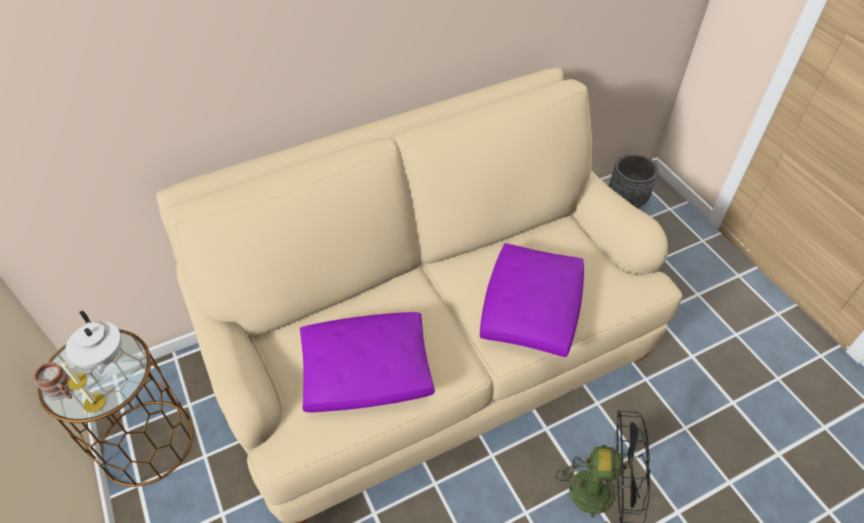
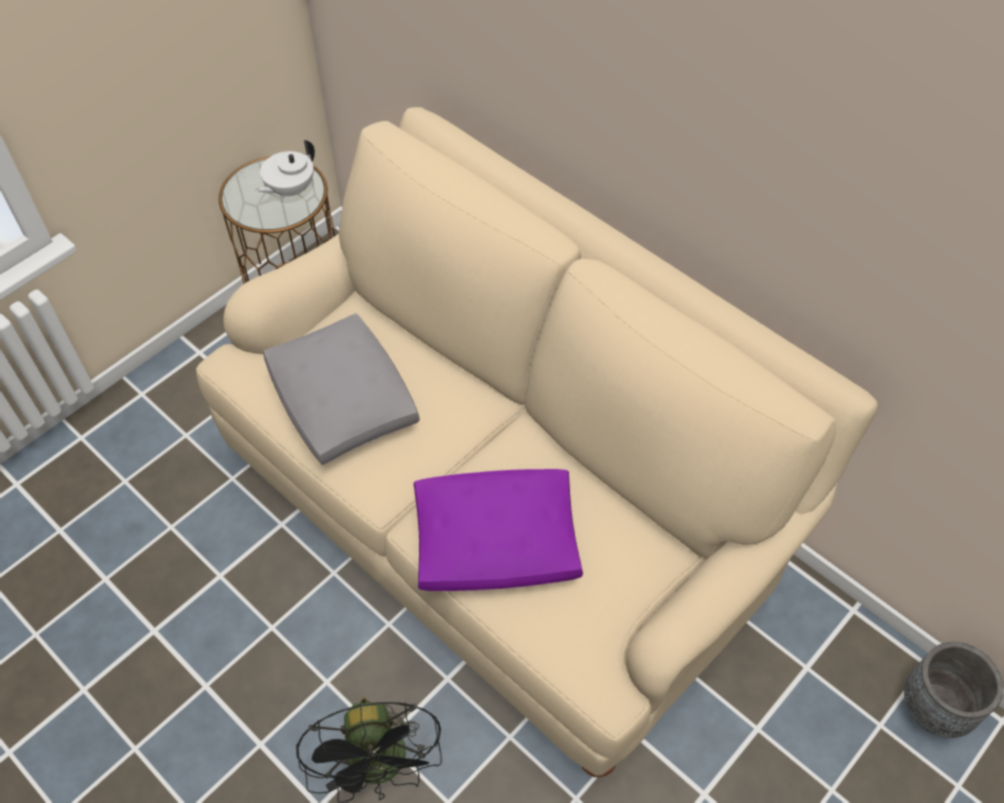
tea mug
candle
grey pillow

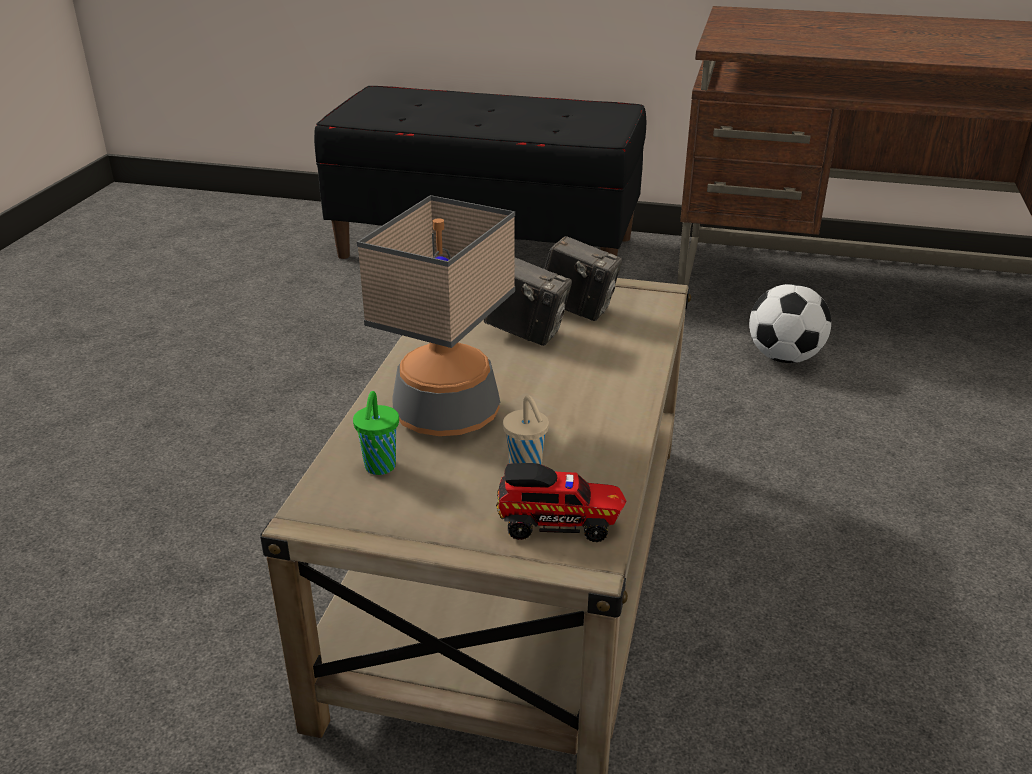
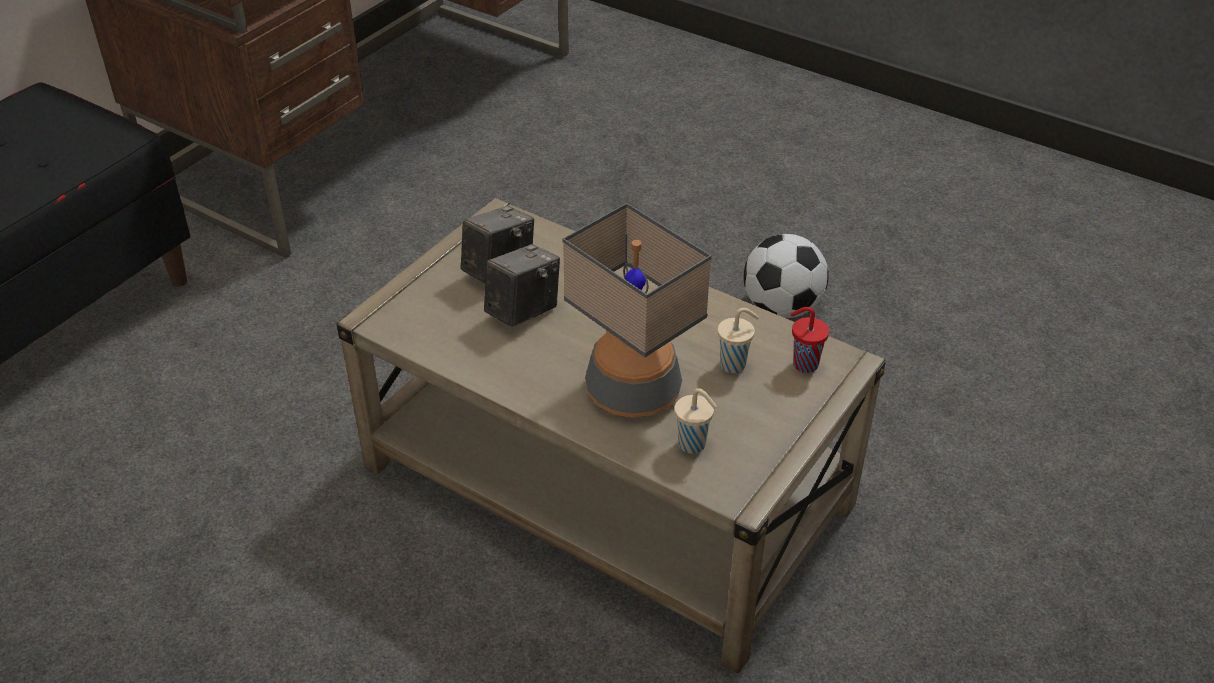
football
red cup
beige-coloured cup (no. 1 from left)

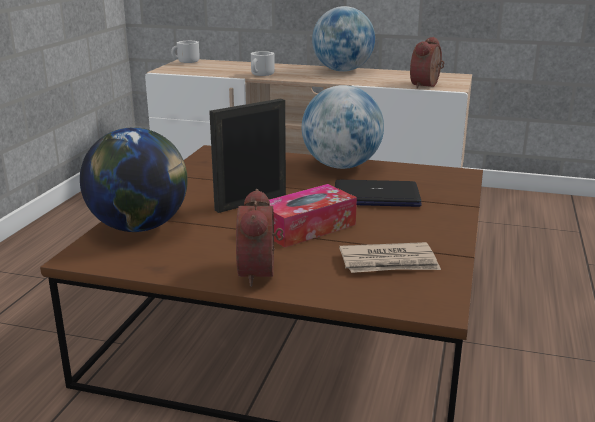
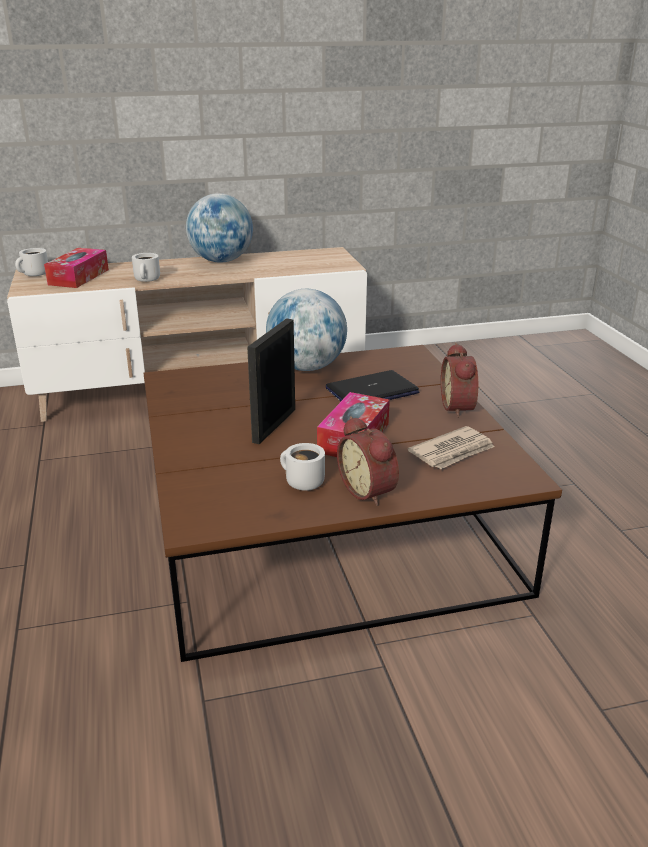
desk globe (no. 1 from left in the first image)
box of tissues (no. 1 from left)
white-coloured tea mug (no. 3 from left)
alarm clock (no. 2 from left)

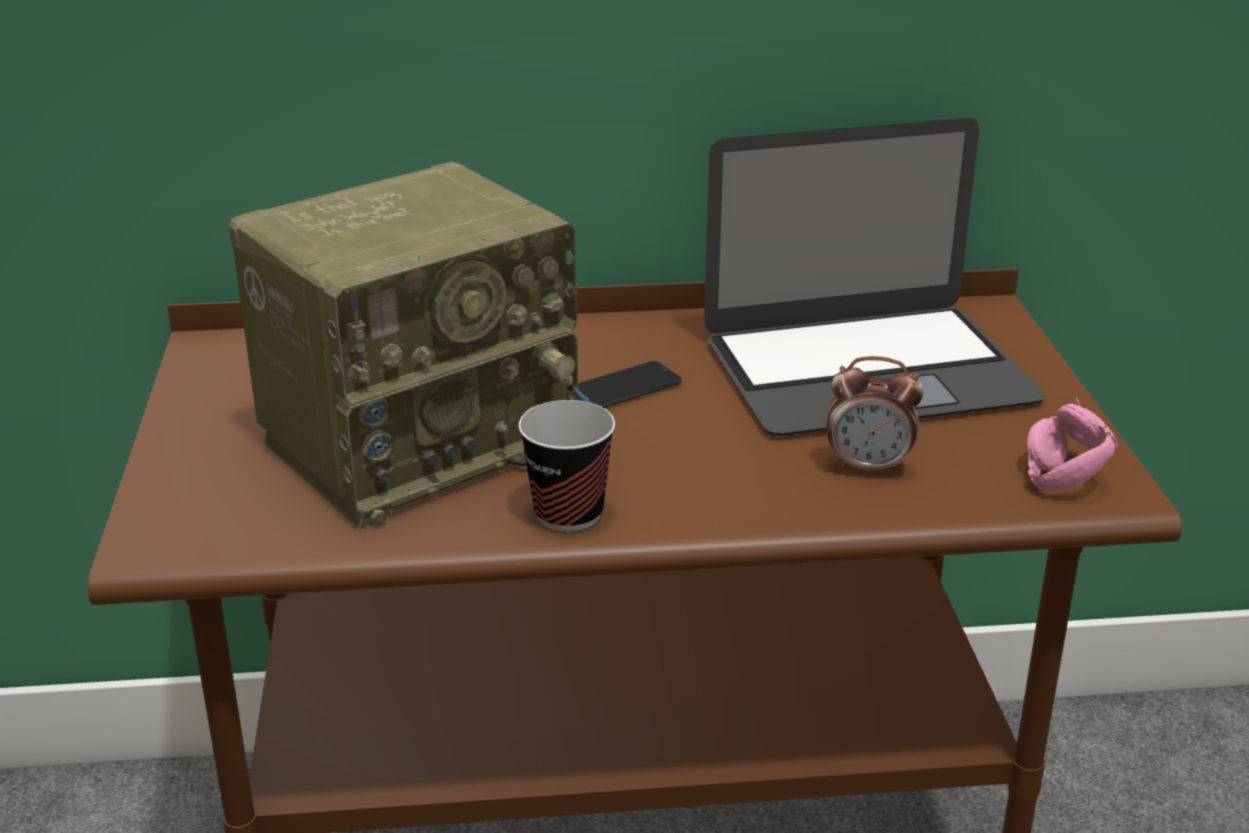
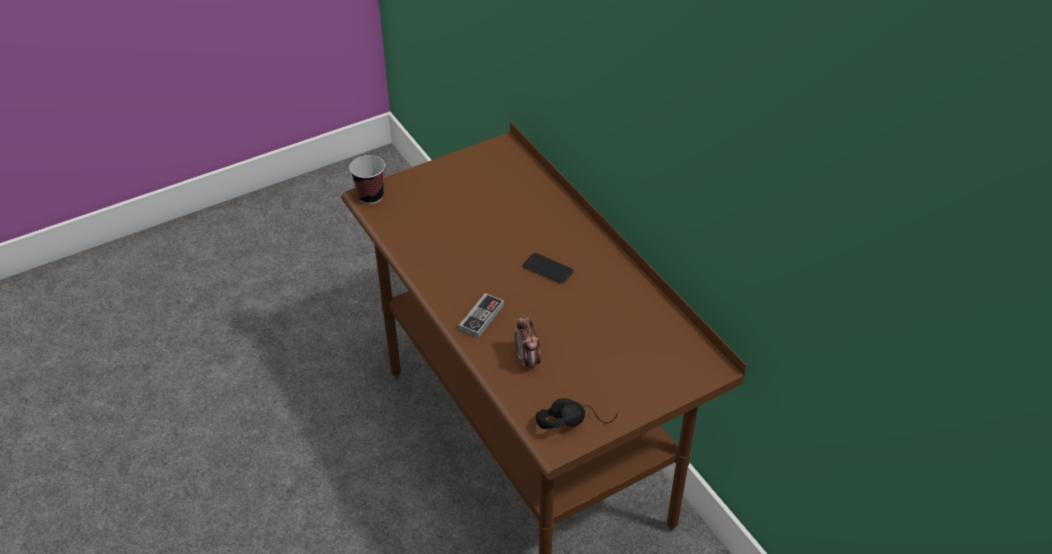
radio
portable computer
gamepad
cup
black-coloured headphones

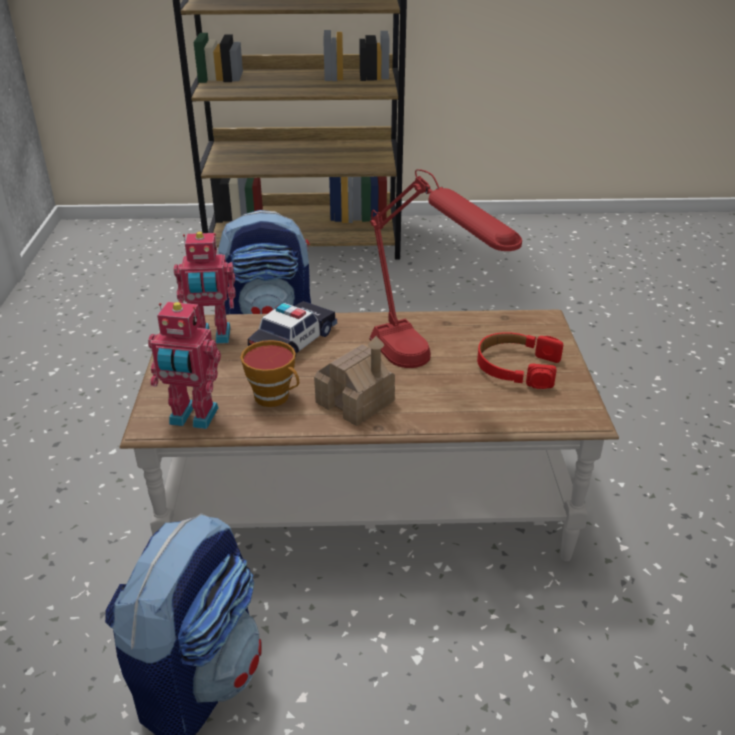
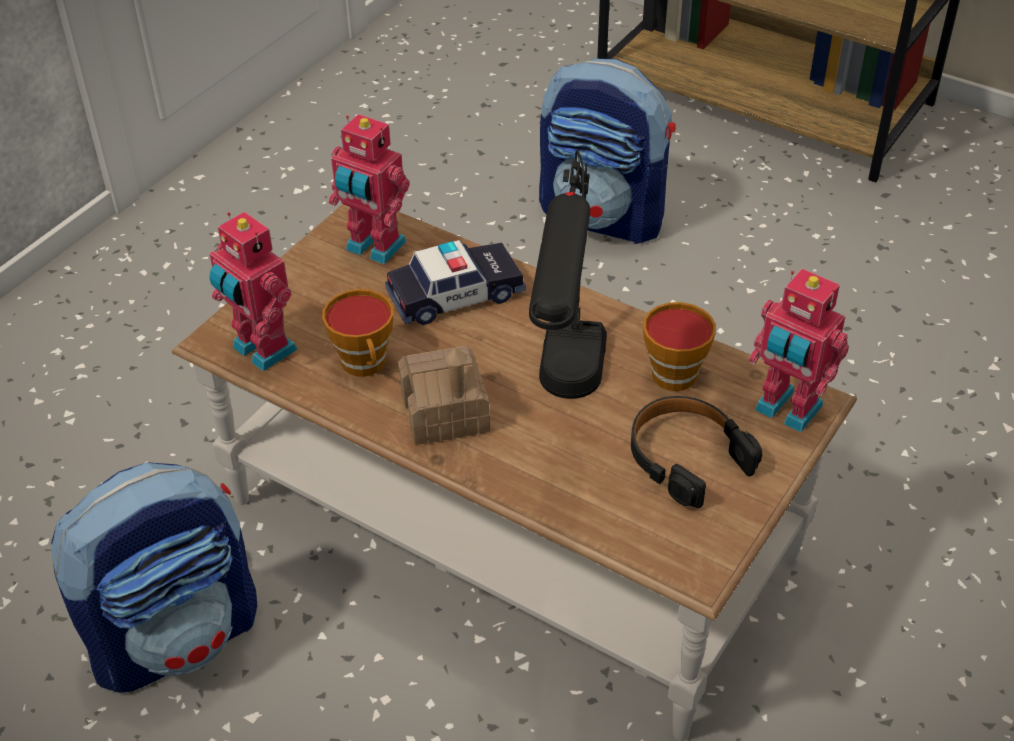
cup (no. 2 from left)
toy robot (no. 3 from left)
black-coloured tabletop lamp
black-coloured headphones

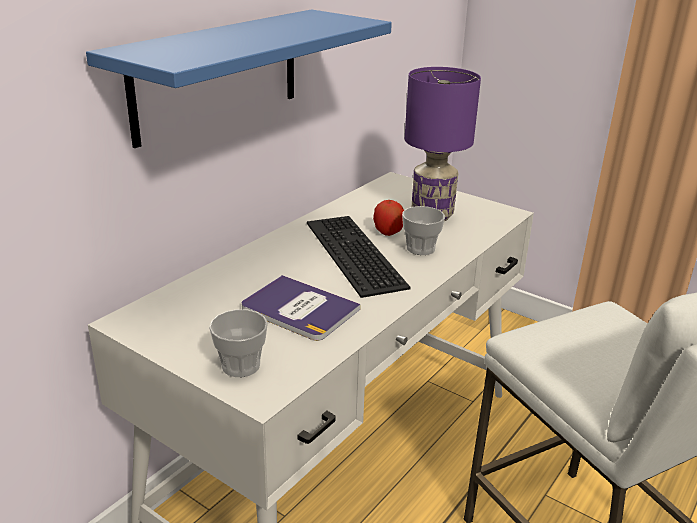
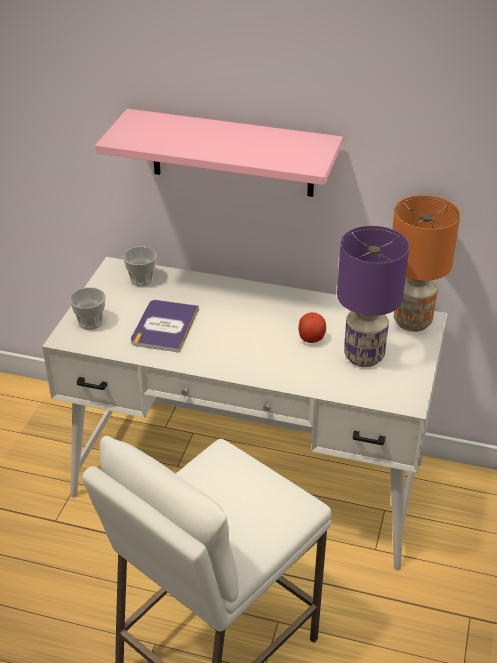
keyboard
orange tabletop lamp
cup (no. 2 from left)
pinkish wall shelf

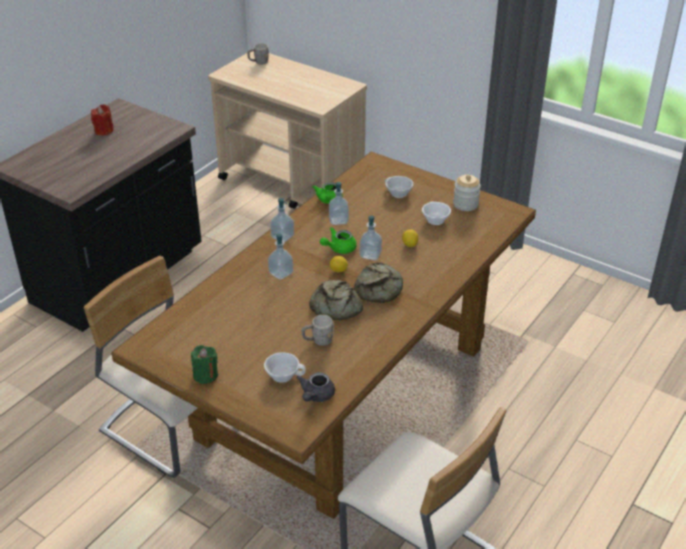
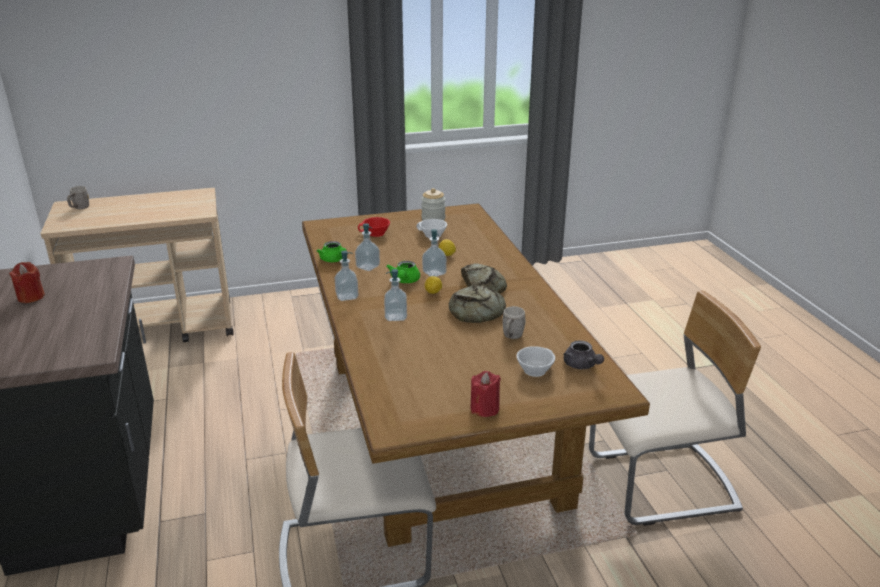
red candle (no. 2 from left)
red cup

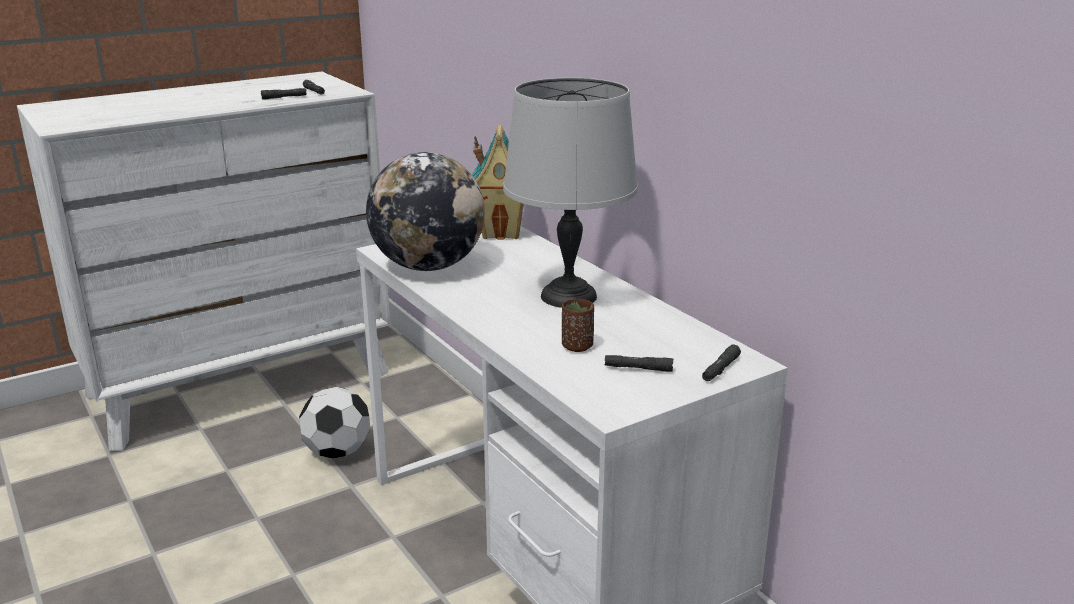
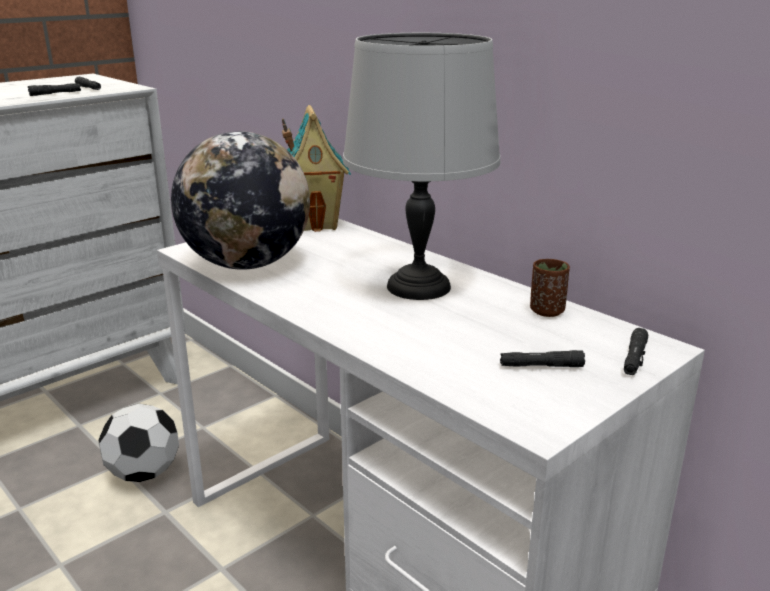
brown-coloured cup

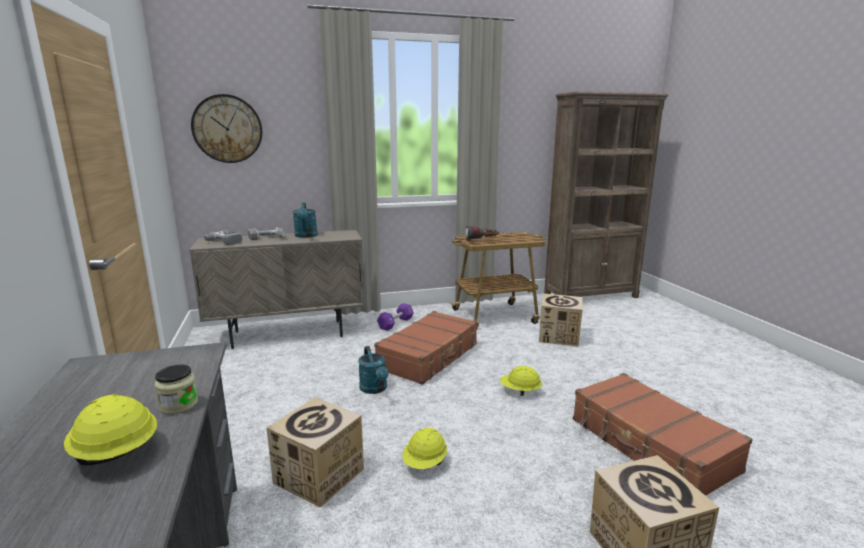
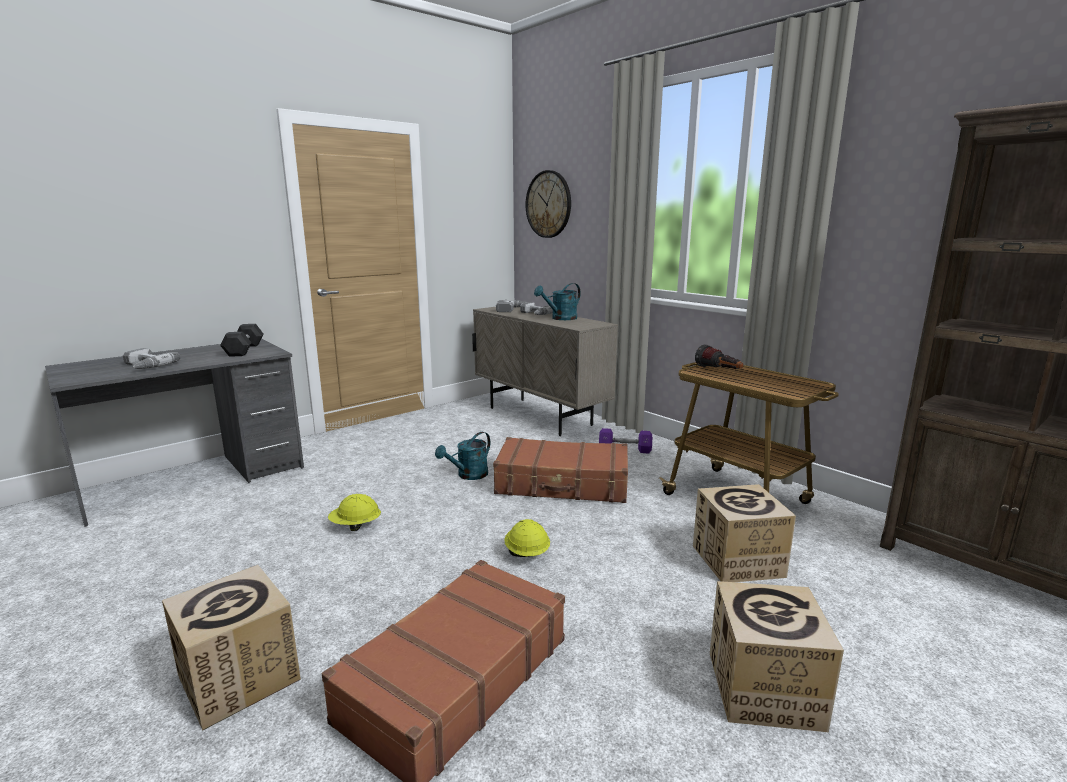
storage jar
black-coloured dumbbell
cardboard box (no. 3 from left)
electric drill (no. 1 from left)

